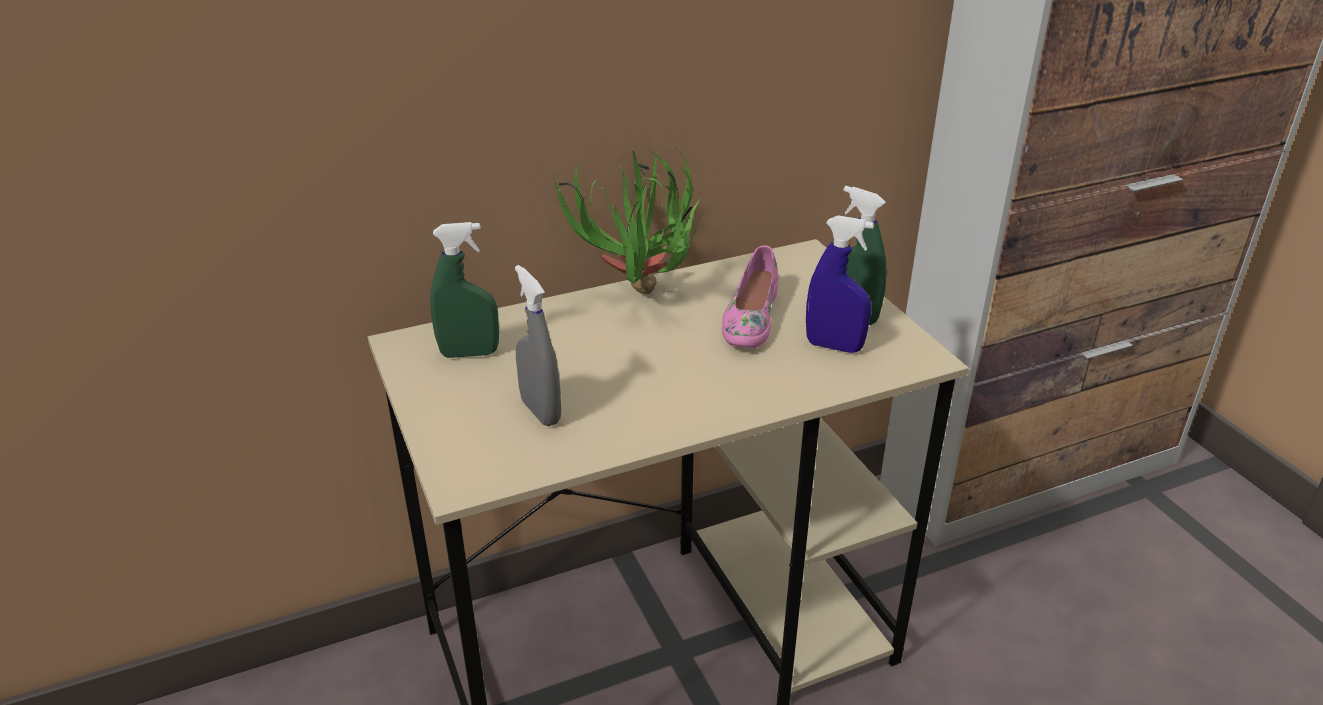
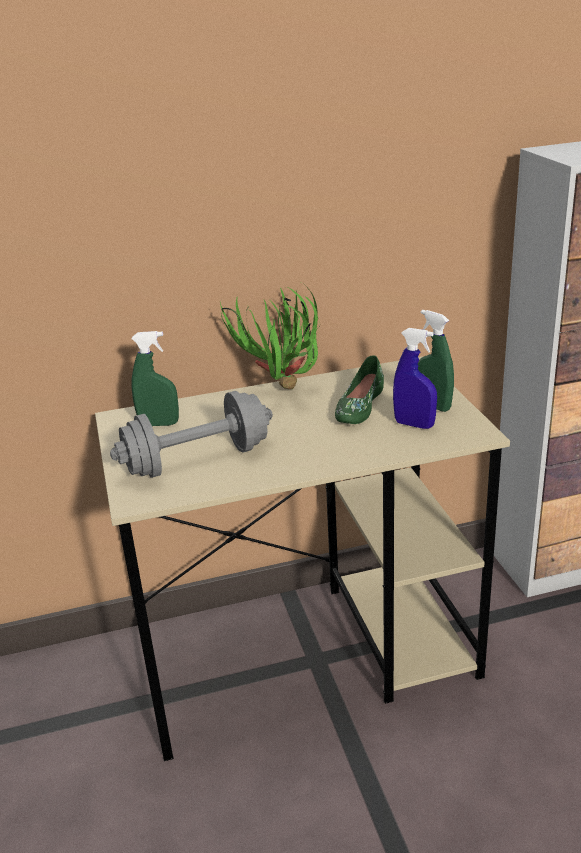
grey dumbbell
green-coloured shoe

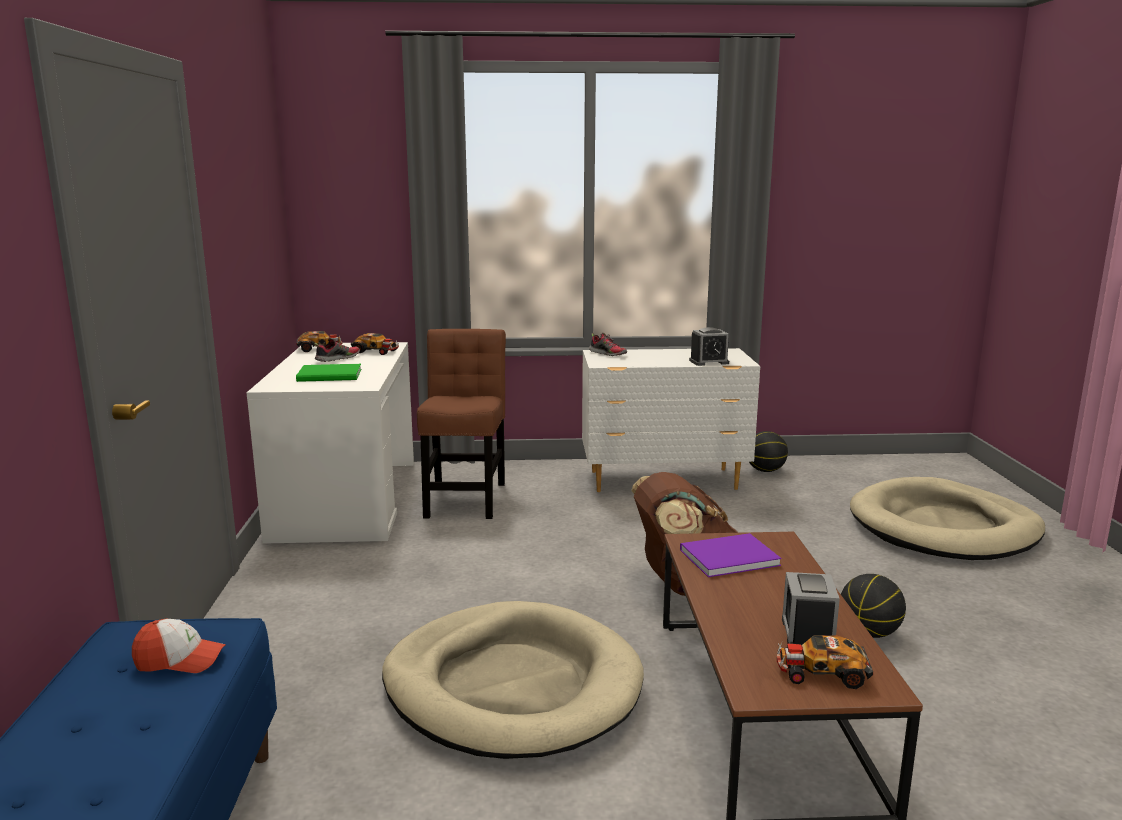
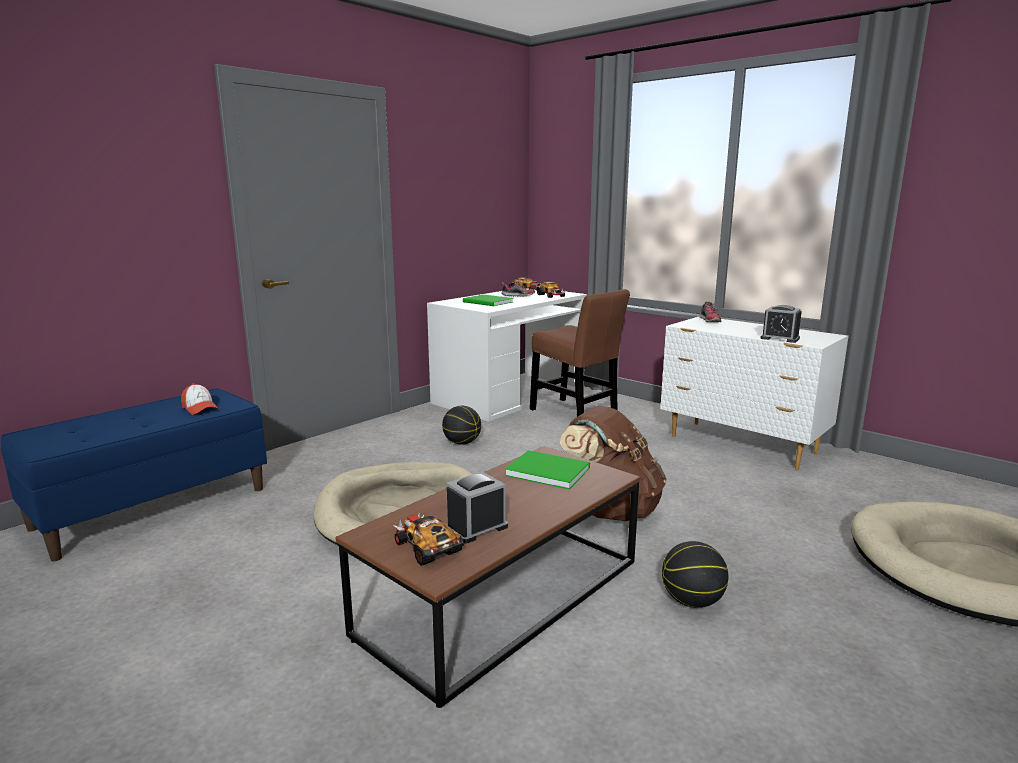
ball for basketball (no. 1 from left)
green-coloured volume (no. 2 from left)
brown-coloured upright chair

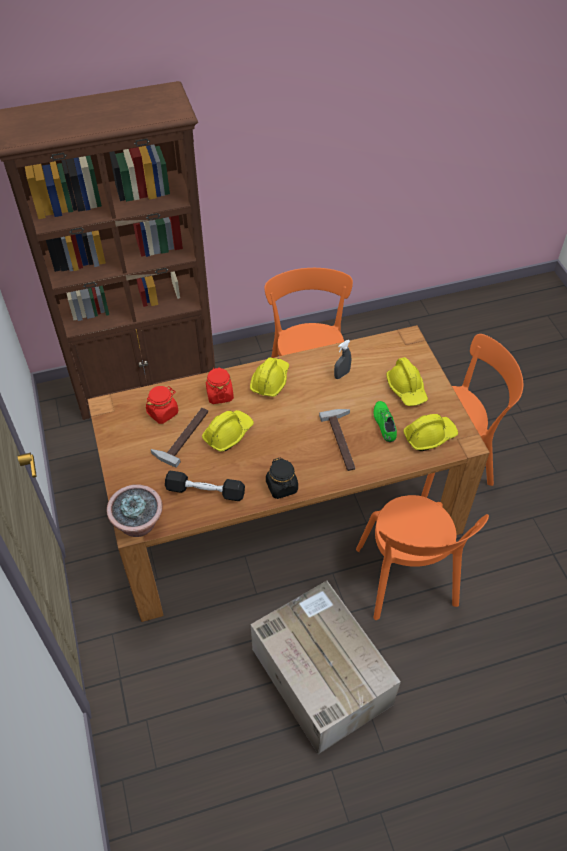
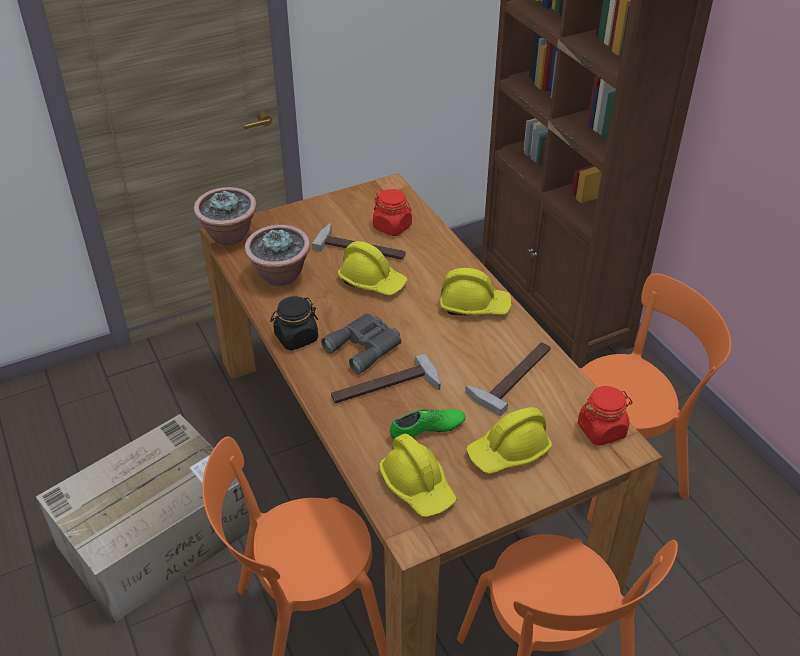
grey pair of binoculars
red storage jar (no. 2 from left)
houseplant (no. 2 from left)
hammer (no. 3 from left)

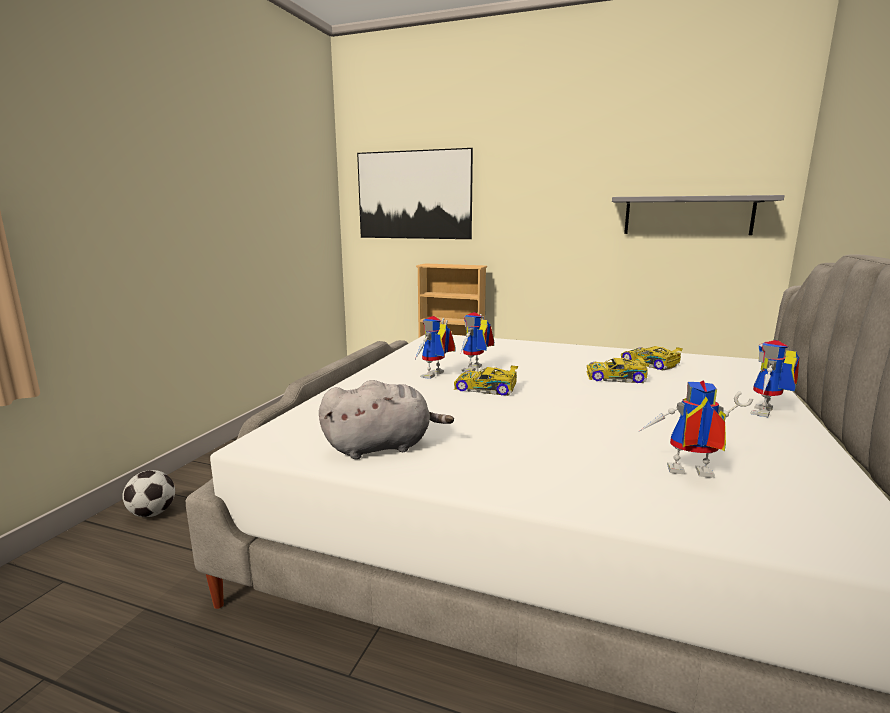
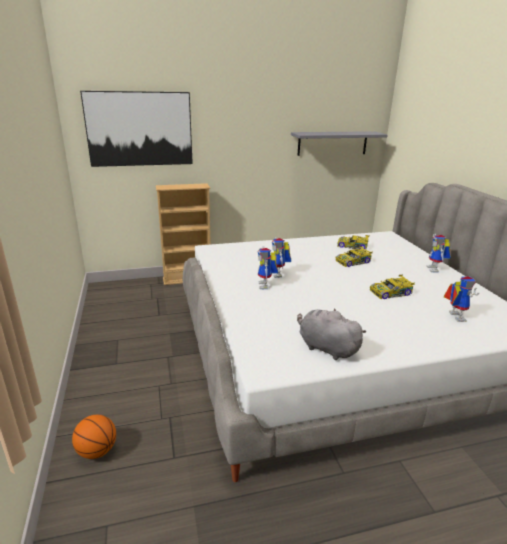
model car (no. 3 from left)
ball for basketball
grey plush toy
toy robot (no. 4 from left)

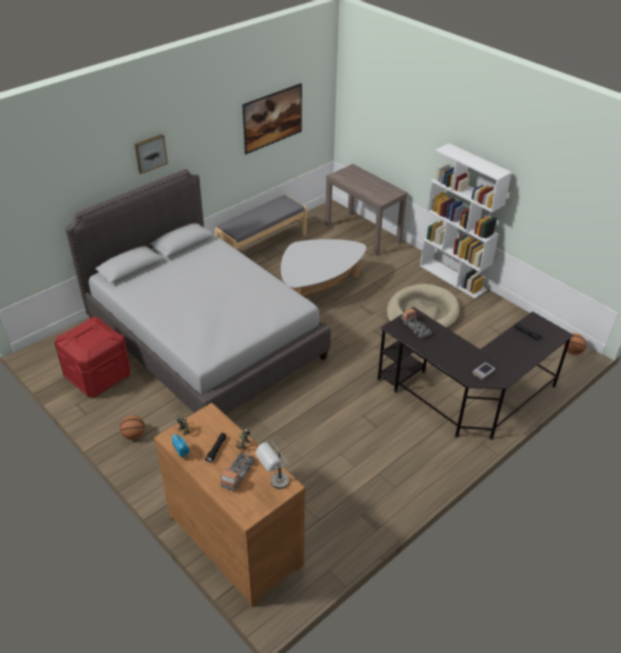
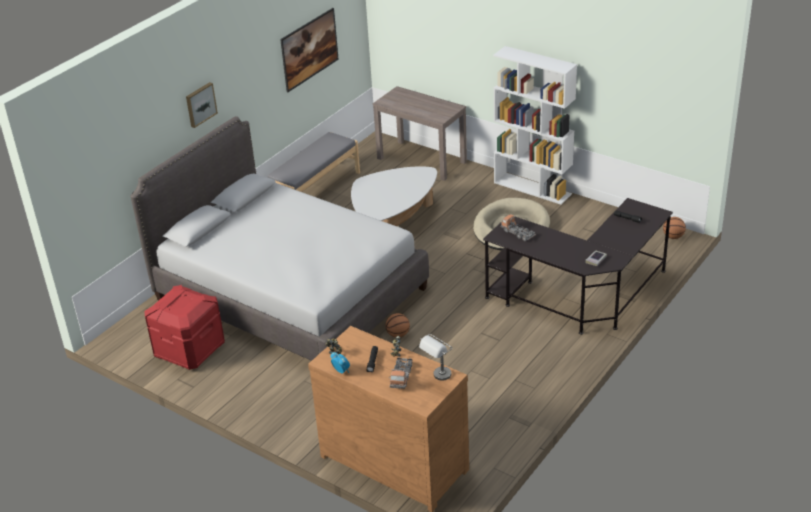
ball for basketball (no. 1 from left)

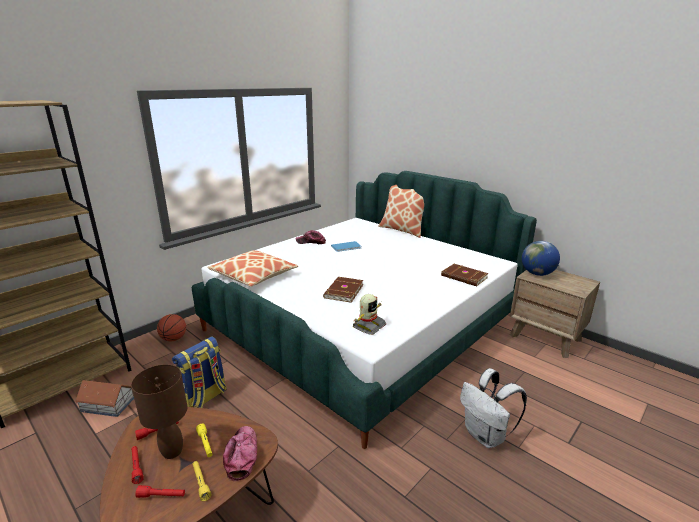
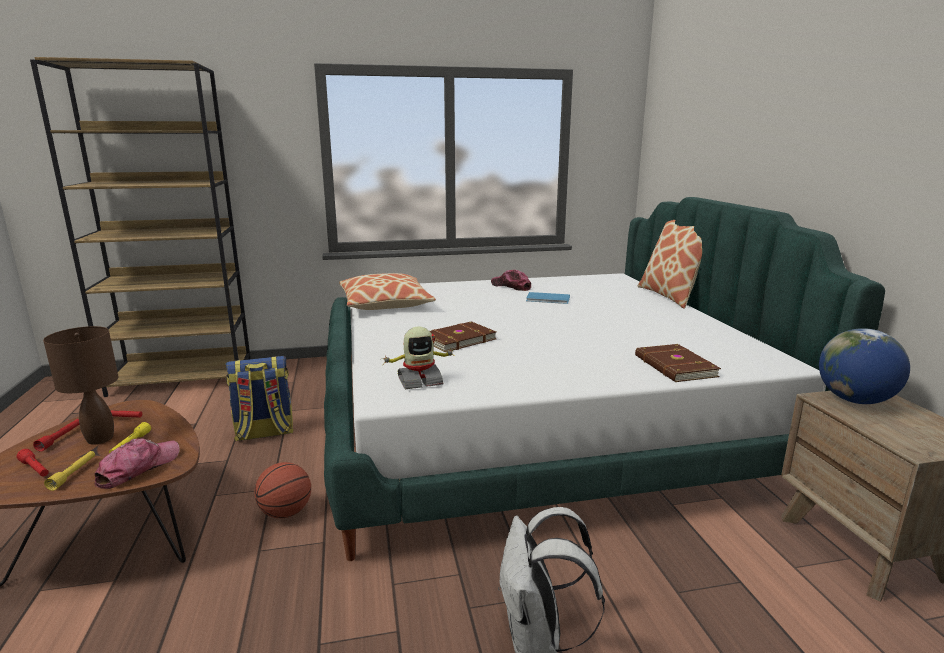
miniature house
ball for basketball

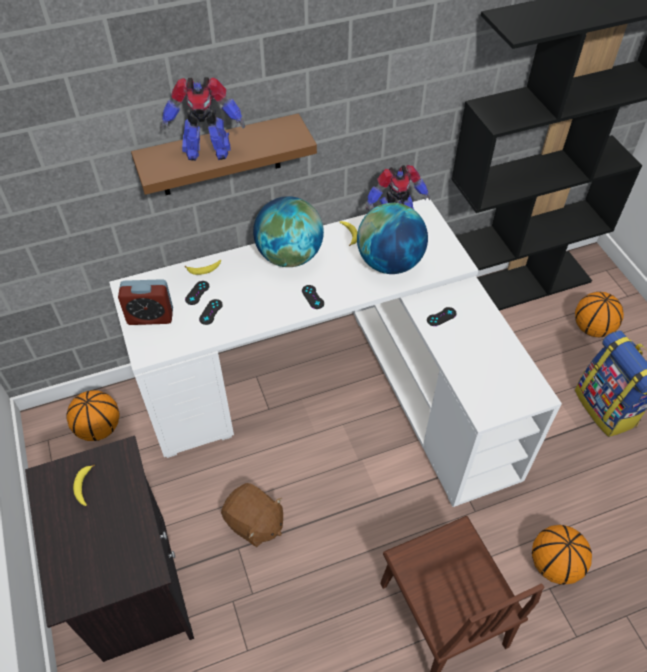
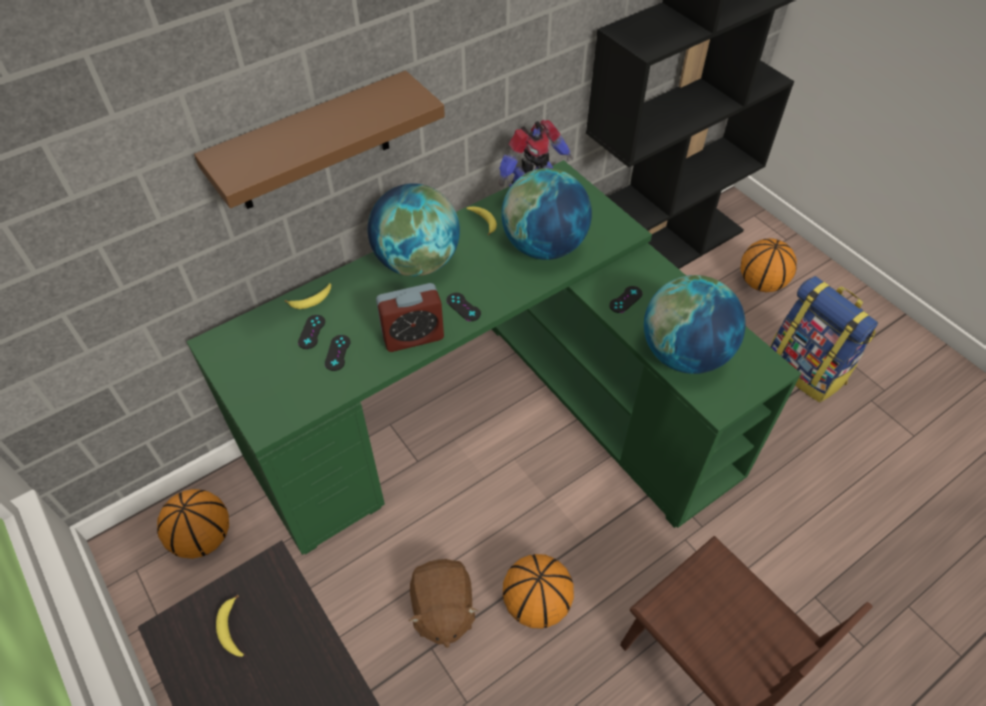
toy robot (no. 1 from left in the first image)
desk globe (no. 3 from left)
alarm clock
ball for basketball (no. 2 from left)
green-coloured desk unit
brown-coloured plush toy

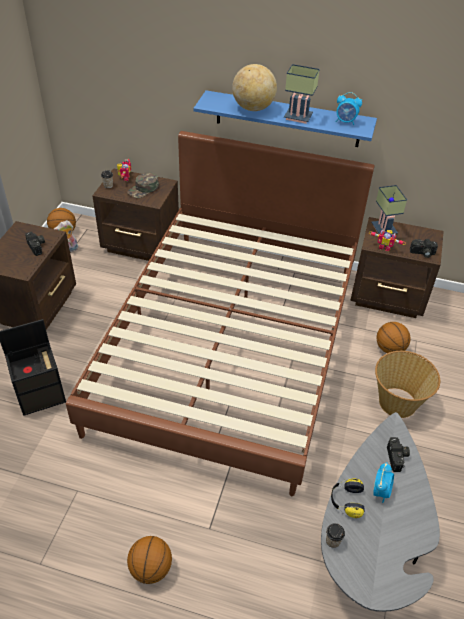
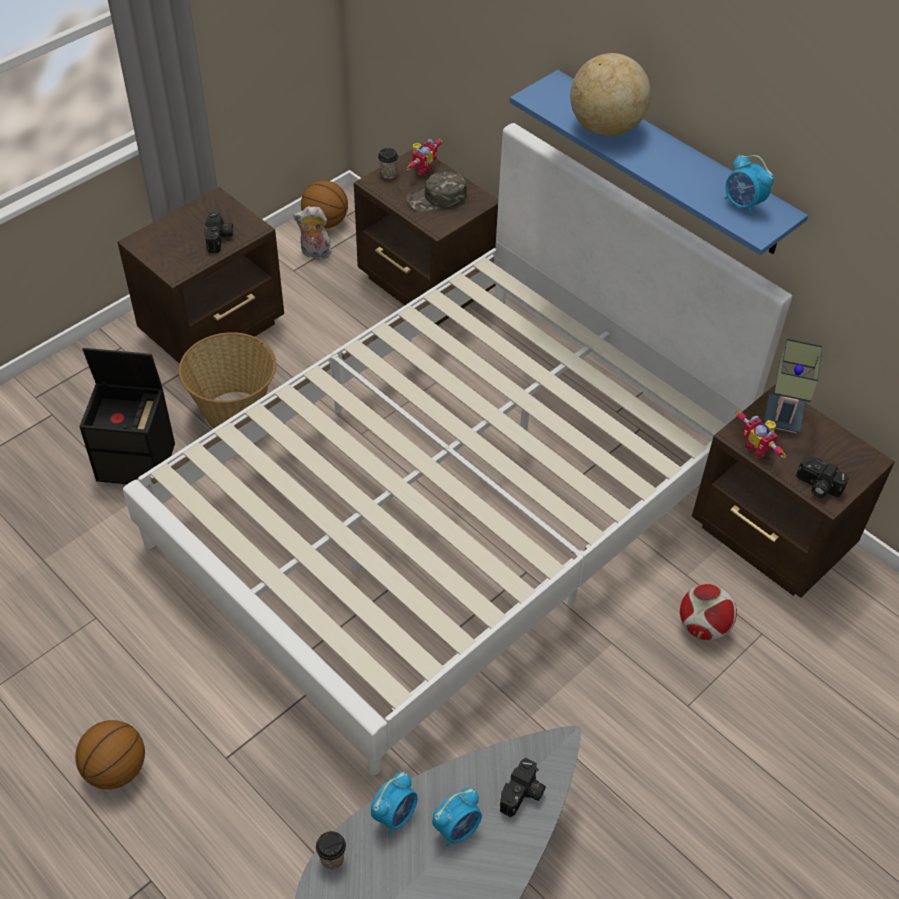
tabletop lamp (no. 1 from left in the first image)
storage basket
alarm clock (no. 1 from left)
football
white-coloured bedroom bed

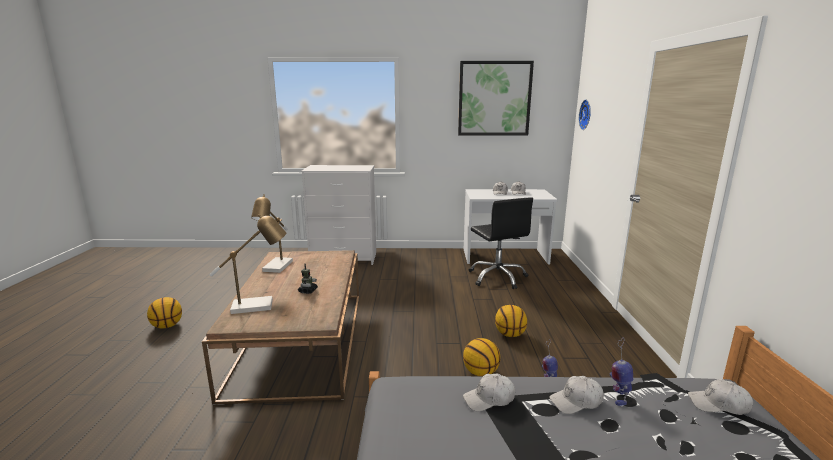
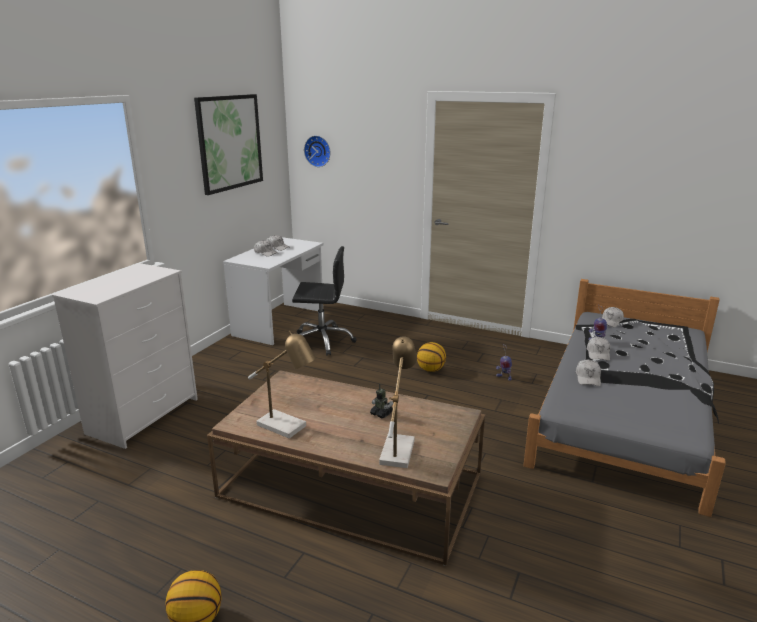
ball for basketball (no. 2 from left in the first image)

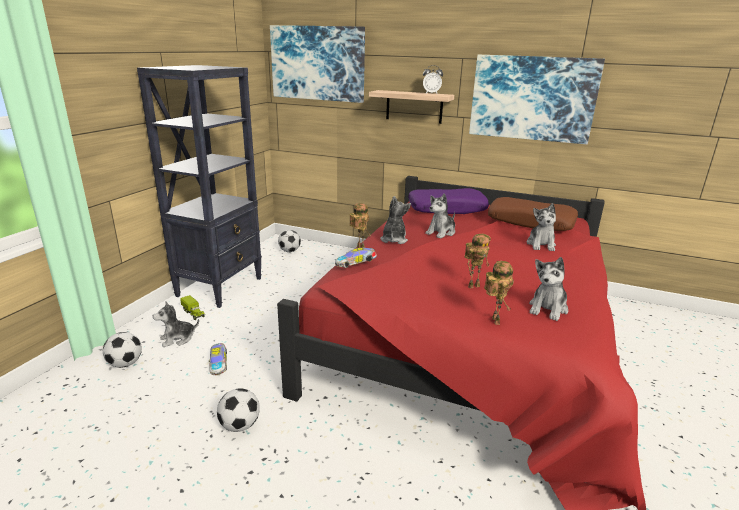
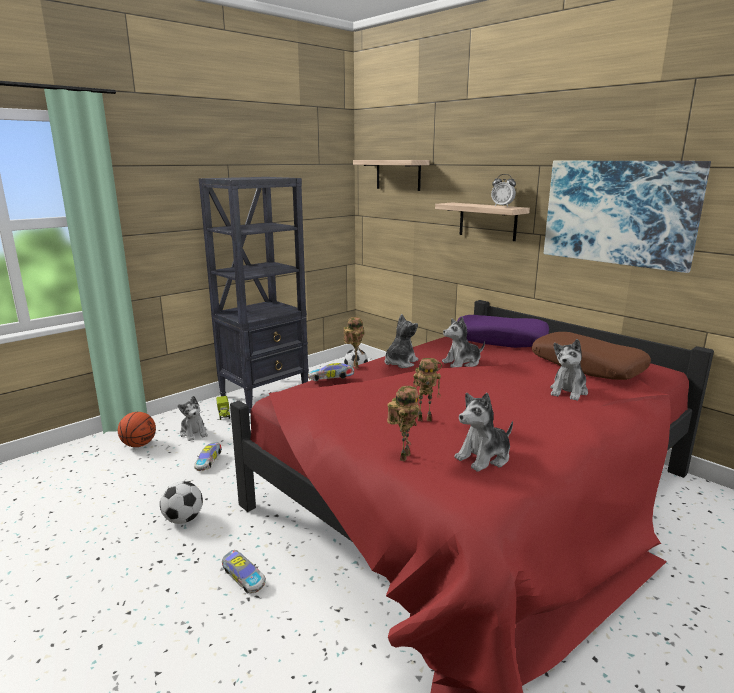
model car (no. 2 from left)
ball for basketball
wall shelf (no. 1 from left)
plush toy (no. 1 from left)

